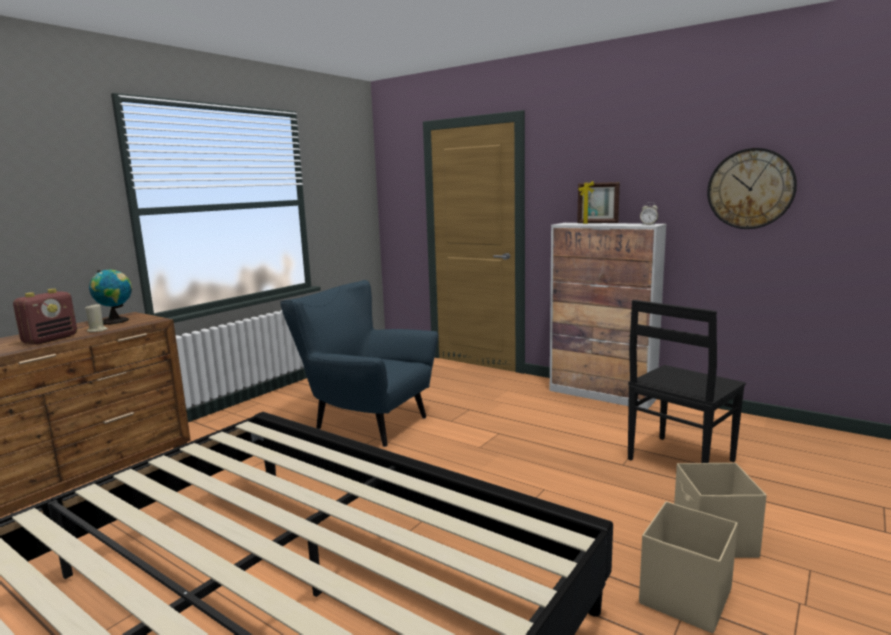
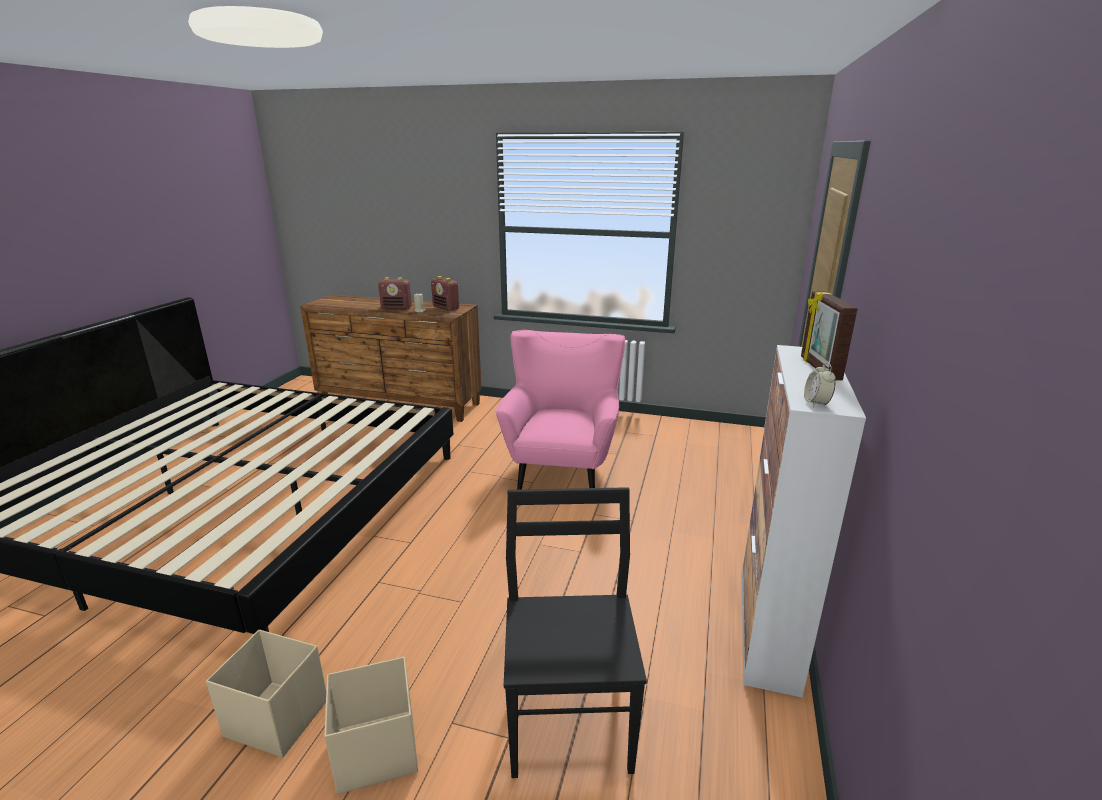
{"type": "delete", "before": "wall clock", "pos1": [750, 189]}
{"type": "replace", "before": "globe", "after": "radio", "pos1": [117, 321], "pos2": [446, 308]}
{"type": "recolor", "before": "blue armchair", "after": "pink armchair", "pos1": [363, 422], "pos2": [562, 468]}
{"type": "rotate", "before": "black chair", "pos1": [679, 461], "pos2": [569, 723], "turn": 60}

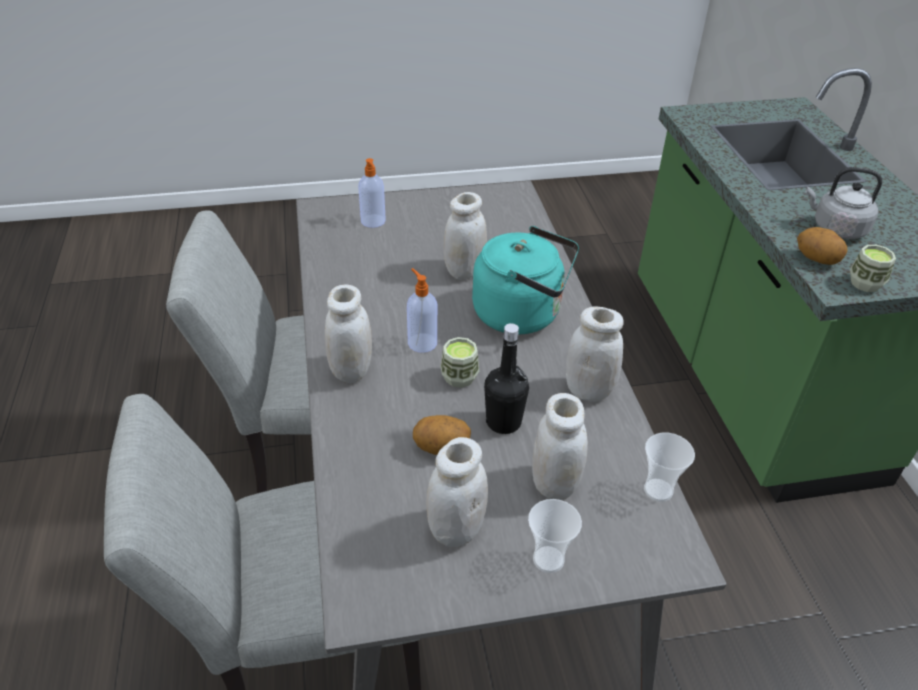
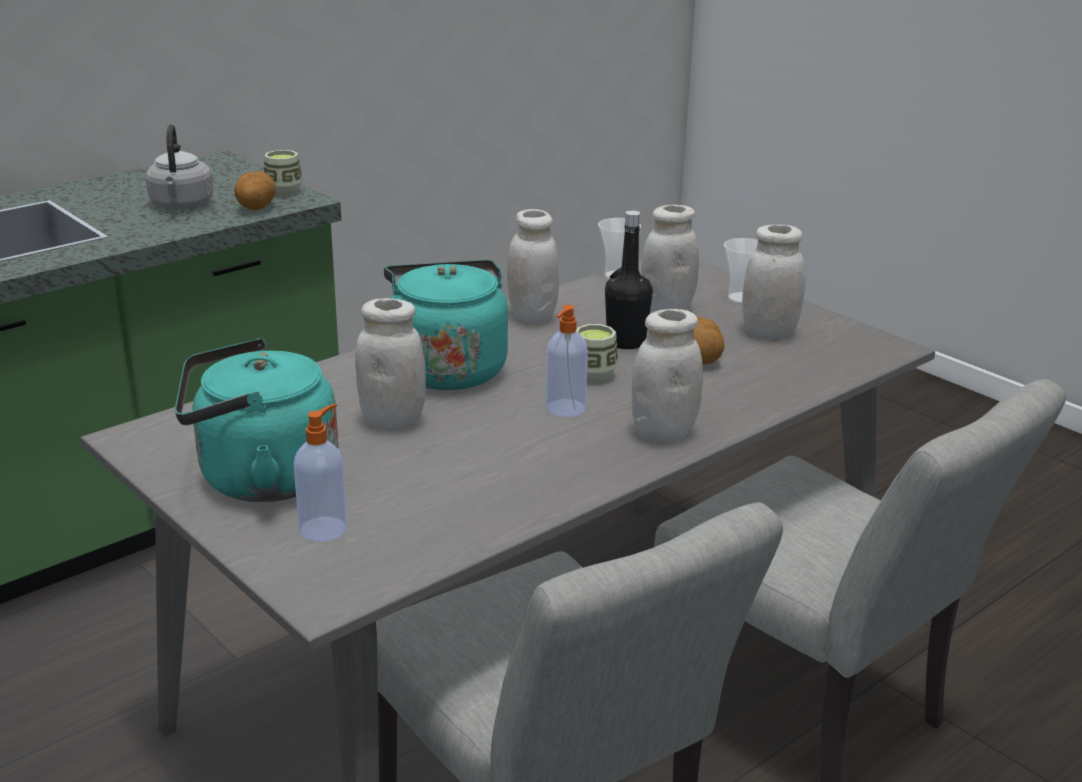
{"type": "insert", "after": "turquoise kettle", "pos2": [259, 479]}

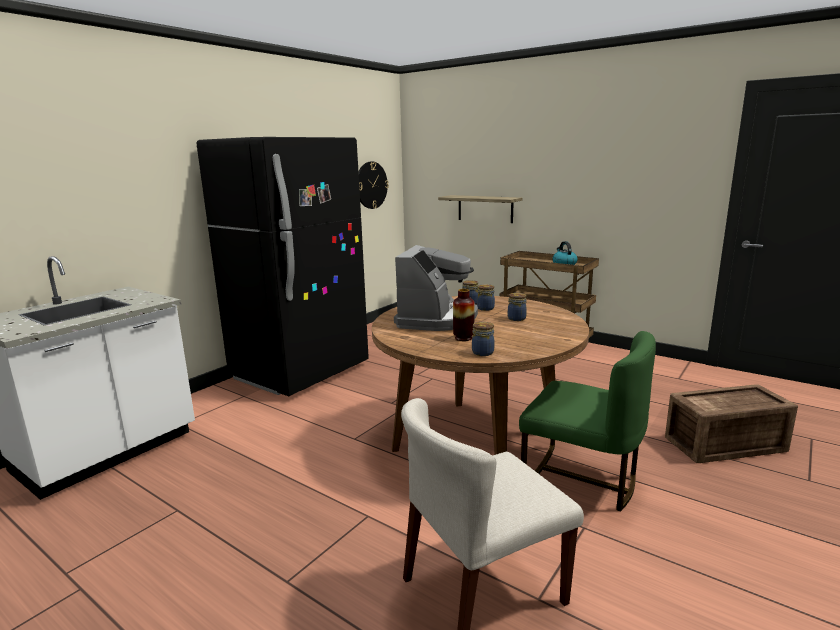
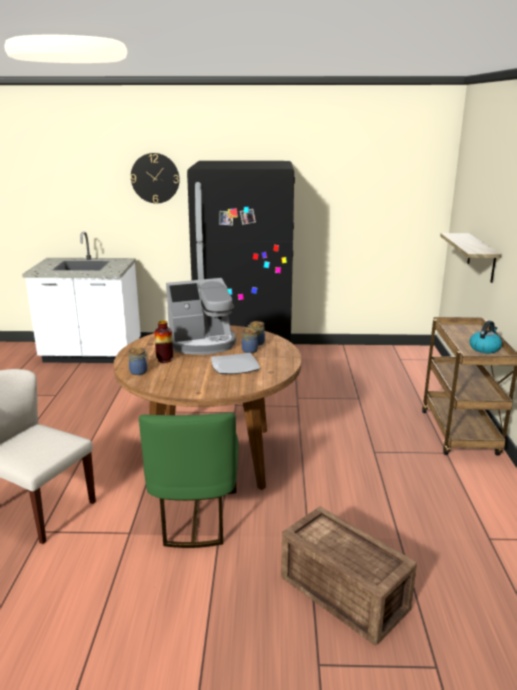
{"type": "move", "before": "wall clock", "pos1": [371, 185], "pos2": [155, 178]}
{"type": "replace", "before": "jar", "after": "plate", "pos1": [517, 318], "pos2": [235, 366]}

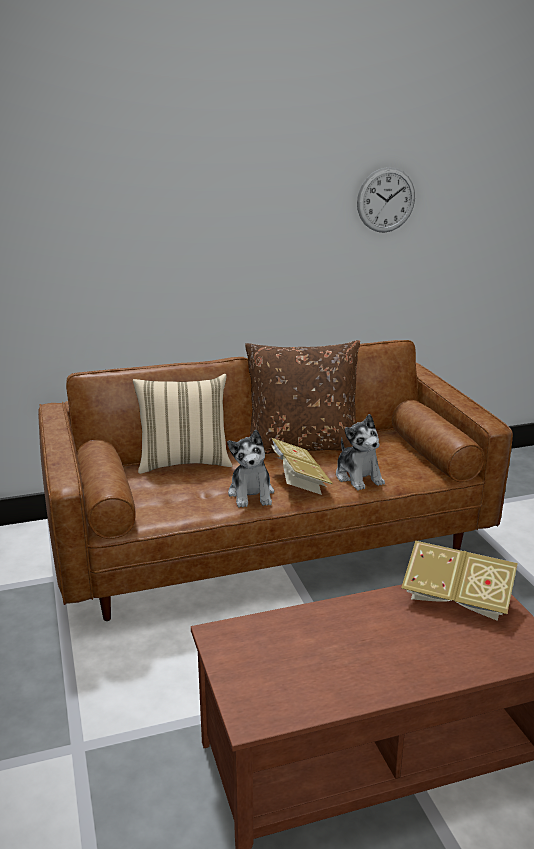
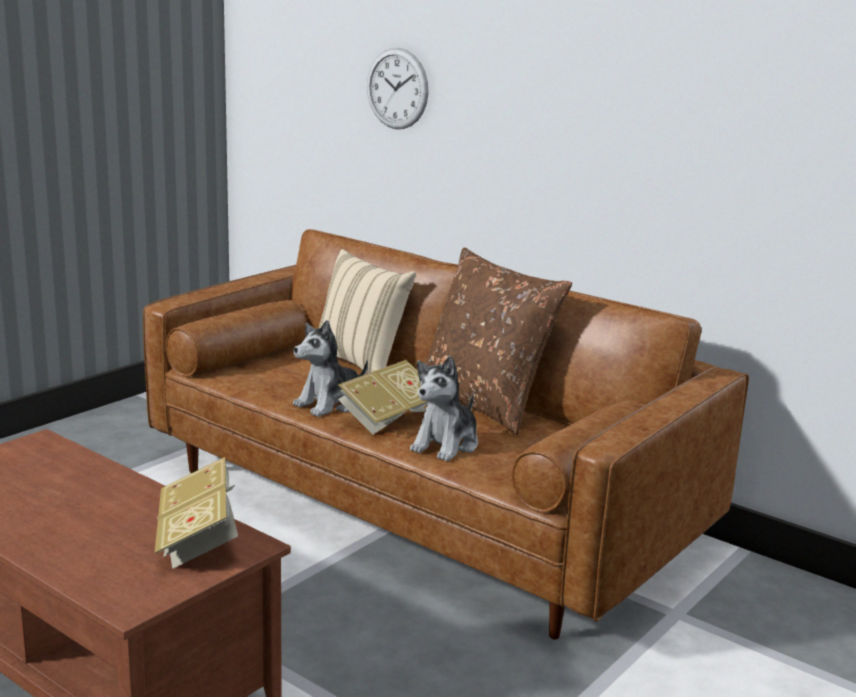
{"type": "move", "before": "wall clock", "pos1": [386, 200], "pos2": [397, 88]}

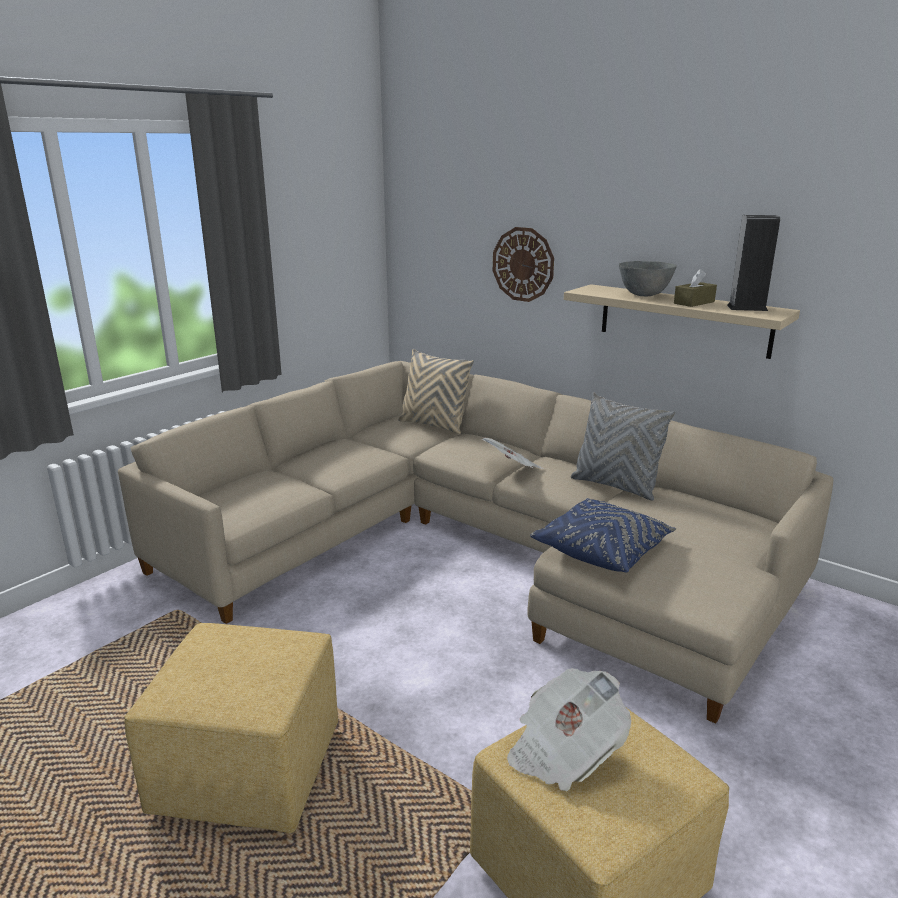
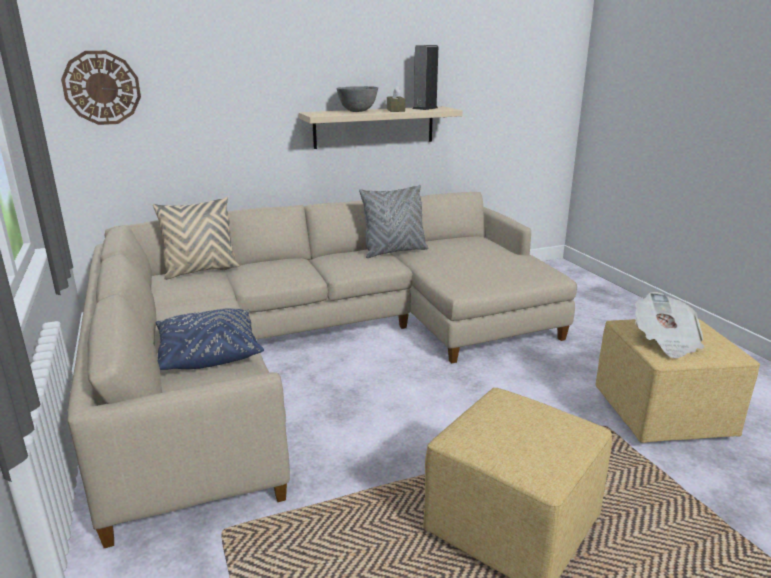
{"type": "move", "before": "wall clock", "pos1": [523, 264], "pos2": [102, 88]}
{"type": "delete", "before": "newspaper", "pos1": [512, 469]}
{"type": "move", "before": "blue pillow", "pos1": [602, 550], "pos2": [208, 353]}

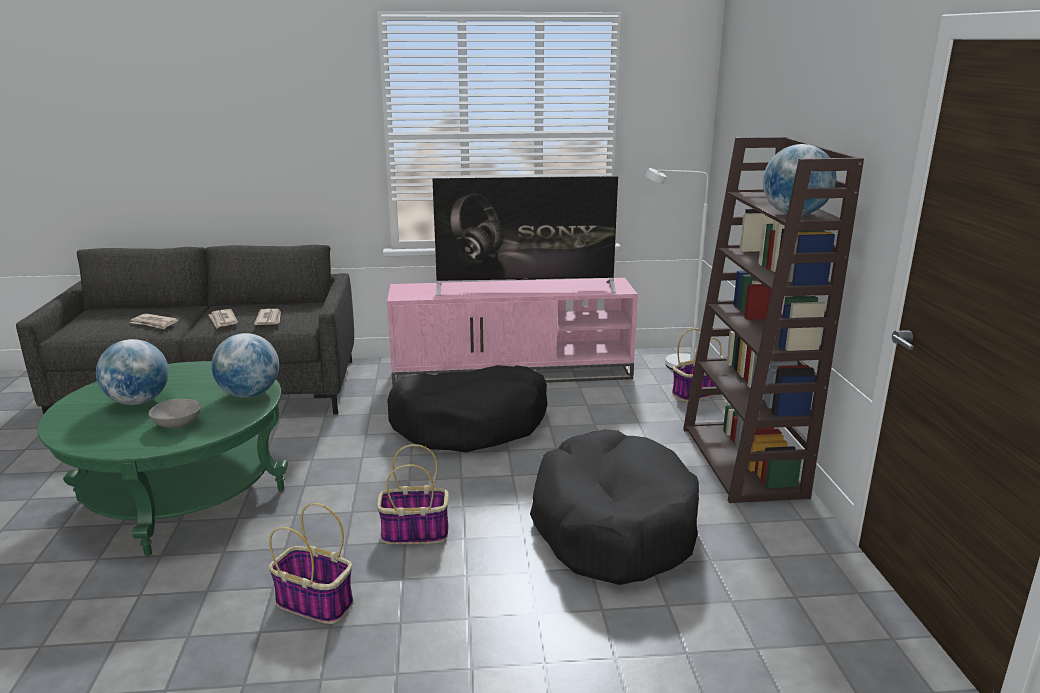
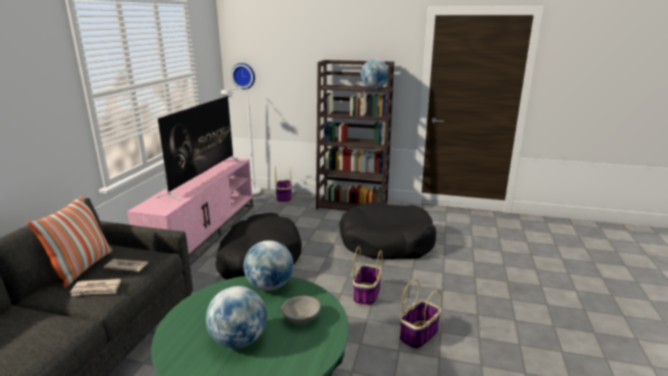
{"type": "delete", "before": "newspaper", "pos1": [154, 323]}
{"type": "insert", "after": "wall clock", "pos2": [244, 76]}
{"type": "insert", "after": "pillow", "pos2": [82, 268]}

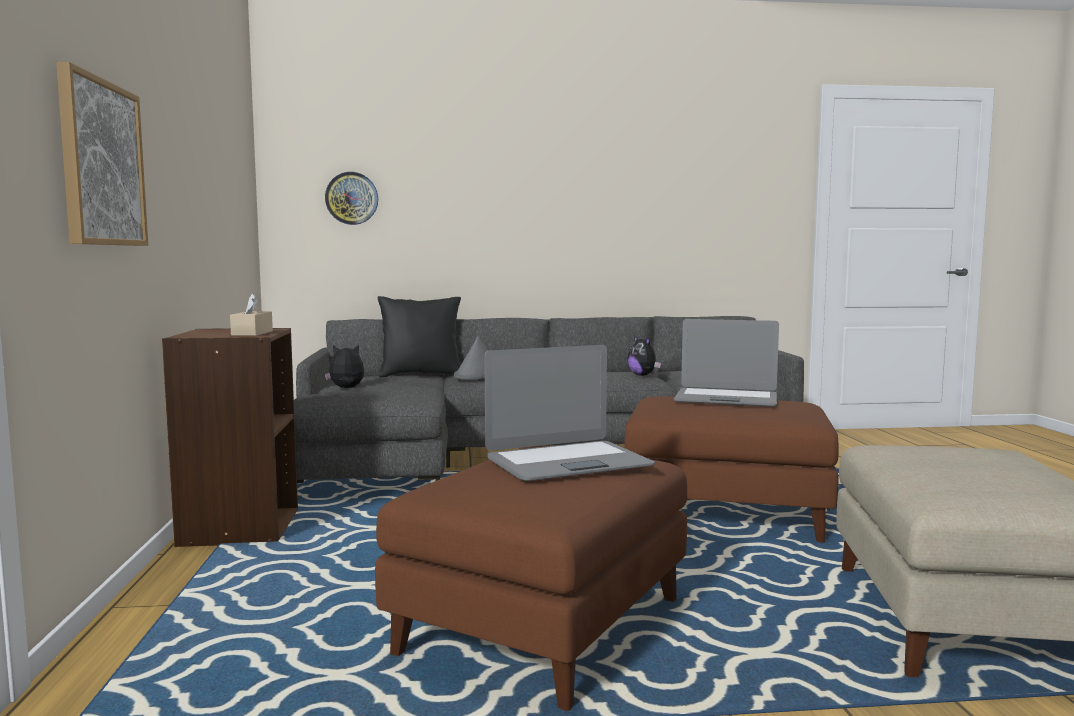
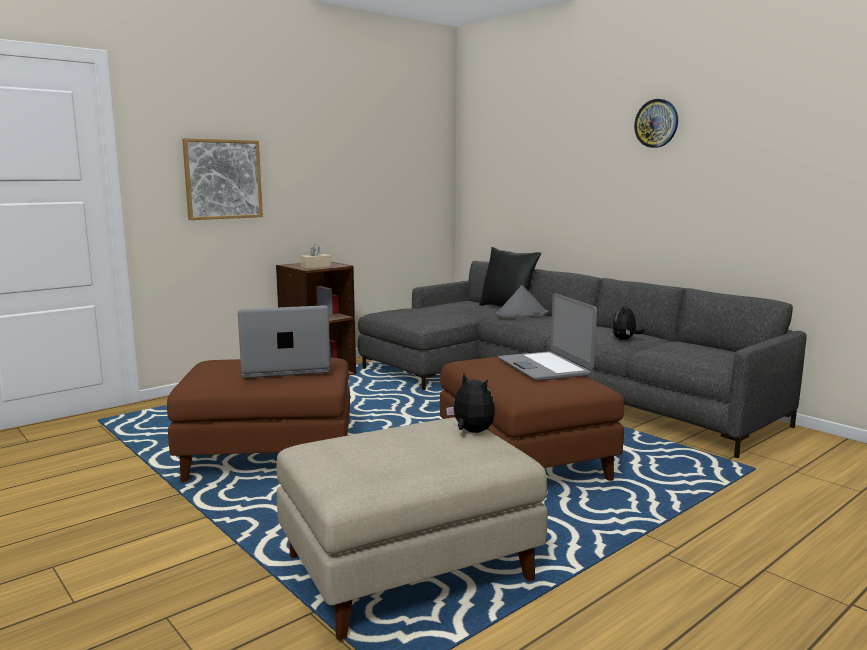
{"type": "move", "before": "wall clock", "pos1": [352, 198], "pos2": [656, 123]}
{"type": "move", "before": "plush toy", "pos1": [346, 388], "pos2": [471, 432]}
{"type": "rotate", "before": "laptop", "pos1": [567, 463], "pos2": [285, 368], "turn": 135}

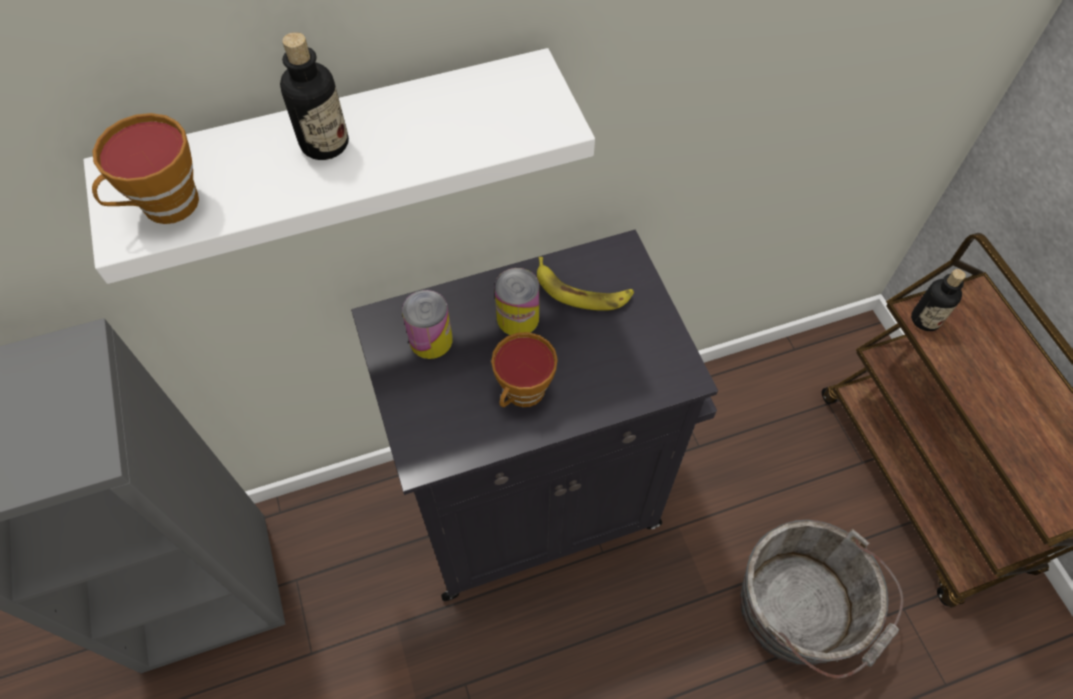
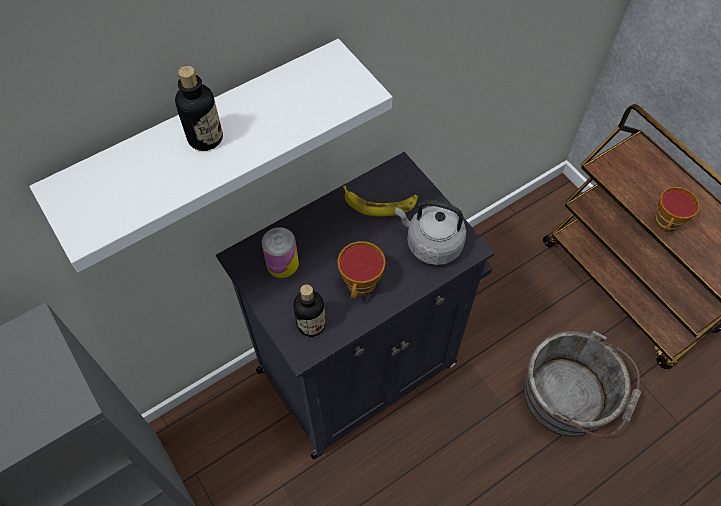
{"type": "move", "before": "cup", "pos1": [165, 207], "pos2": [665, 224]}
{"type": "delete", "before": "can", "pos1": [518, 318]}
{"type": "move", "before": "bottle", "pos1": [925, 319], "pos2": [311, 324]}
{"type": "insert", "after": "grey kettle", "pos2": [431, 244]}

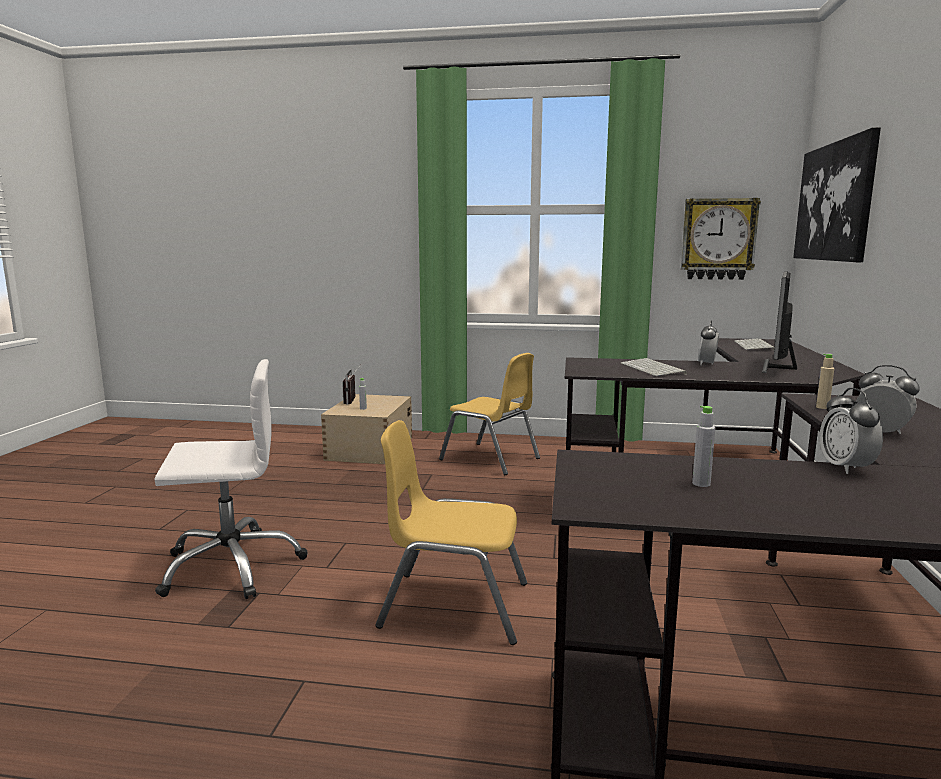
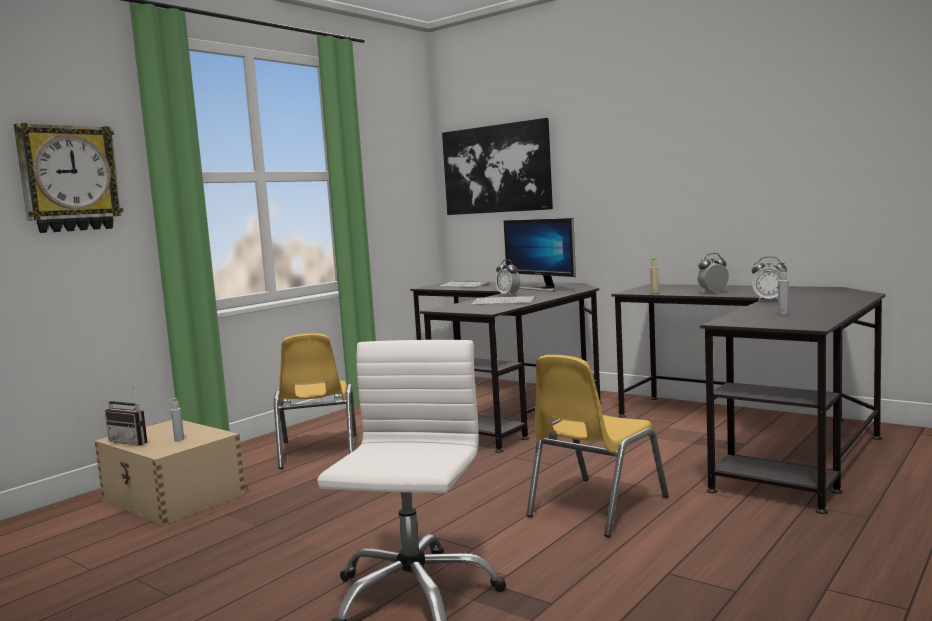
{"type": "move", "before": "wall clock", "pos1": [718, 239], "pos2": [69, 179]}
{"type": "rotate", "before": "yellow chair", "pos1": [490, 459], "pos2": [318, 451], "turn": 105}

